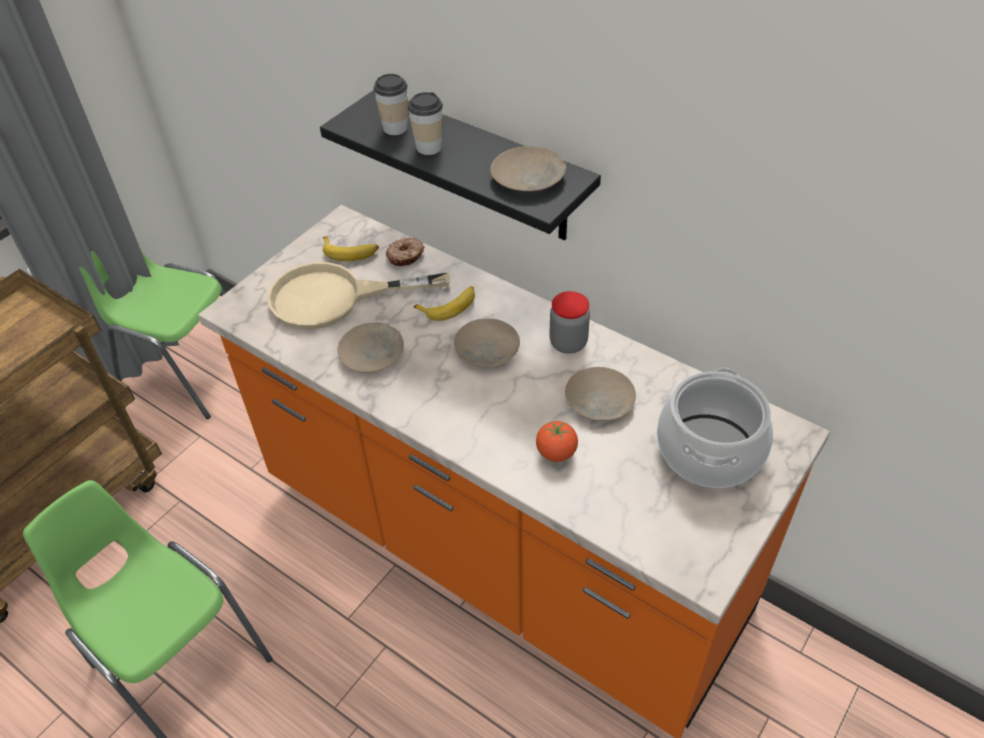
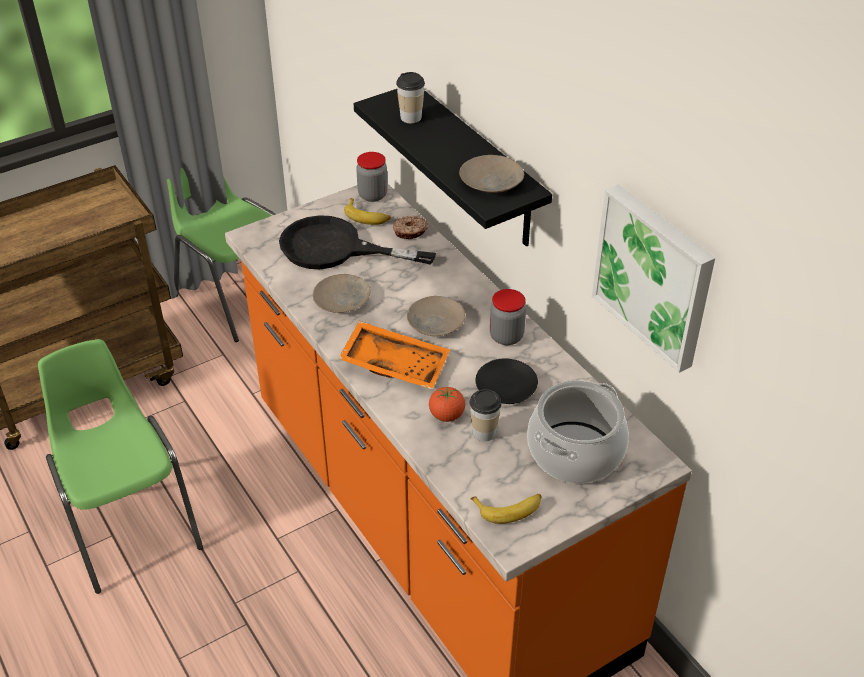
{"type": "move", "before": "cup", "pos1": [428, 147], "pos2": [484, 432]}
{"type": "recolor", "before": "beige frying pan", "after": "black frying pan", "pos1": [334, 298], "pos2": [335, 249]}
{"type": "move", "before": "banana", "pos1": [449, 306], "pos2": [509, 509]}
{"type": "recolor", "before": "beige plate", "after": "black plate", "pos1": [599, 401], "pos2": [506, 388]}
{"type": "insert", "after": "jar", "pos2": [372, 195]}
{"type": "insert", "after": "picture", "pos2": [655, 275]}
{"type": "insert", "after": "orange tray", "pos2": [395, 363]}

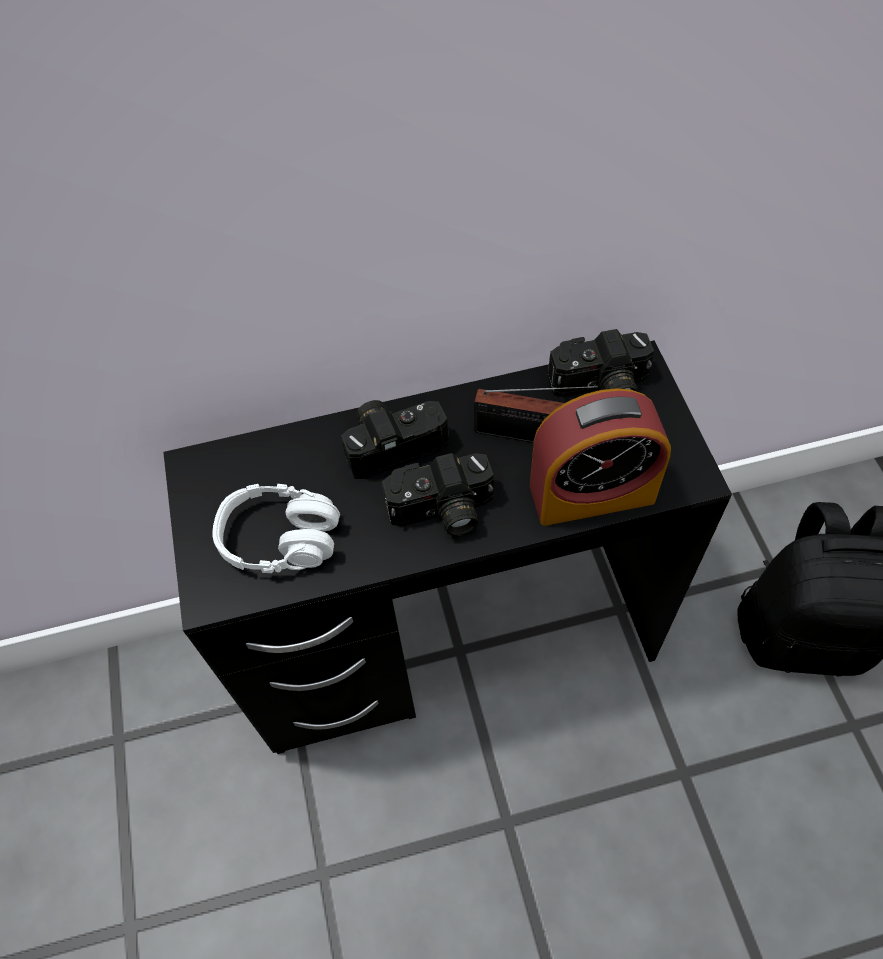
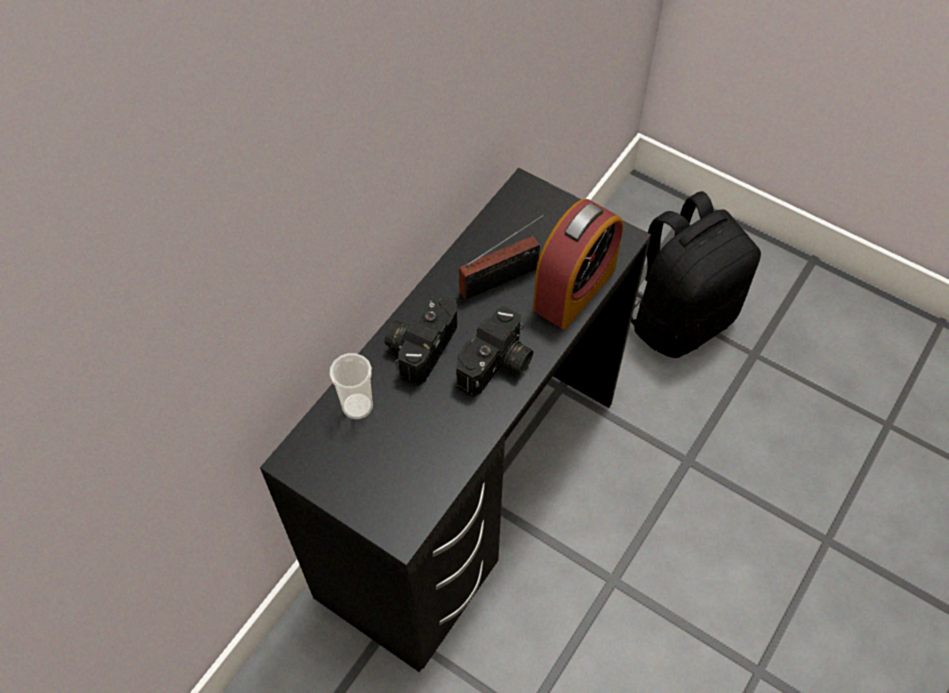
{"type": "delete", "before": "photo camera", "pos1": [600, 387]}
{"type": "delete", "before": "white headphones", "pos1": [280, 539]}
{"type": "insert", "after": "cup", "pos2": [357, 406]}

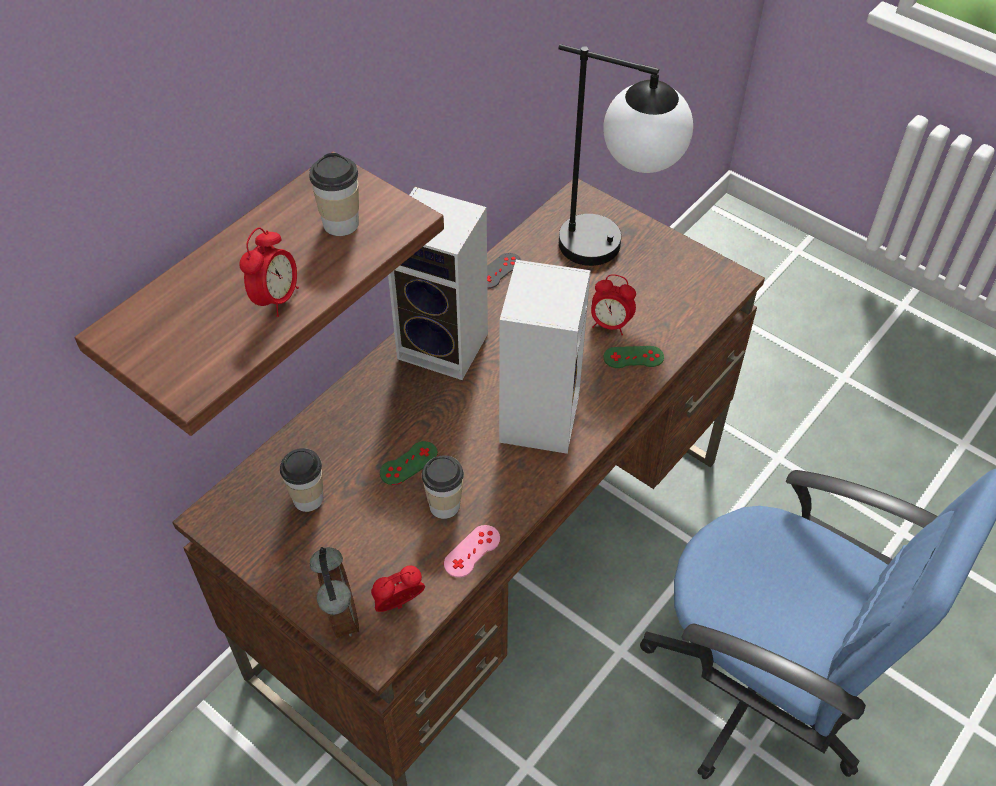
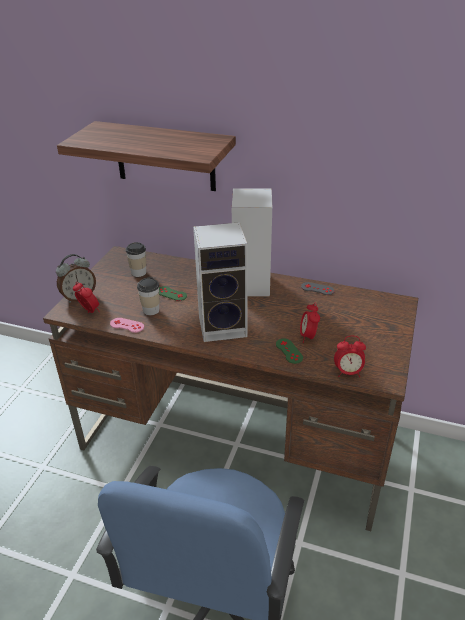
{"type": "delete", "before": "table lamp", "pos1": [614, 250]}
{"type": "delete", "before": "cup", "pos1": [341, 224]}
{"type": "move", "before": "alarm clock", "pos1": [276, 299], "pos2": [348, 372]}

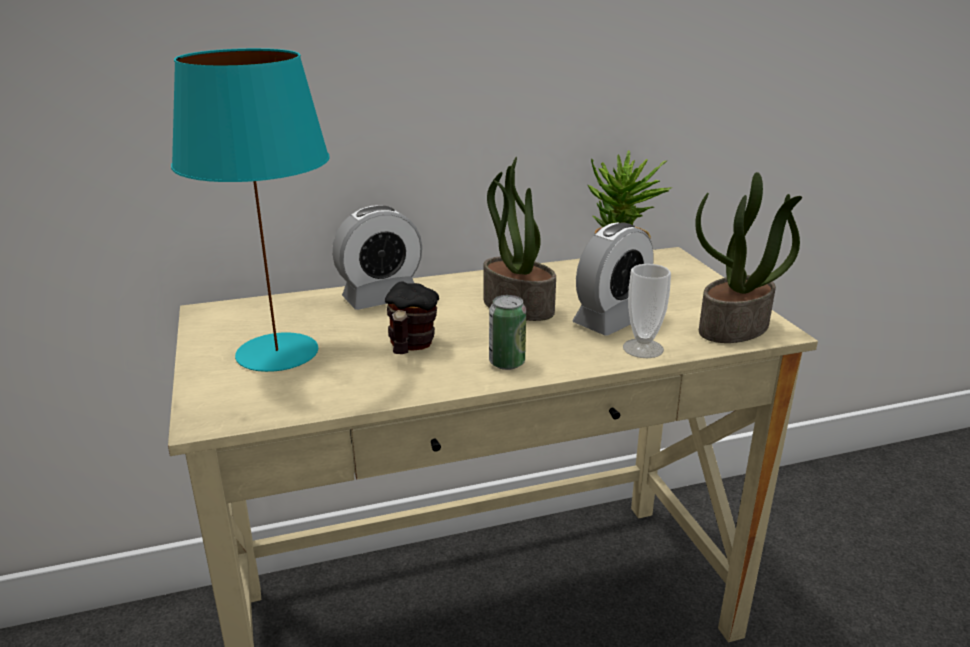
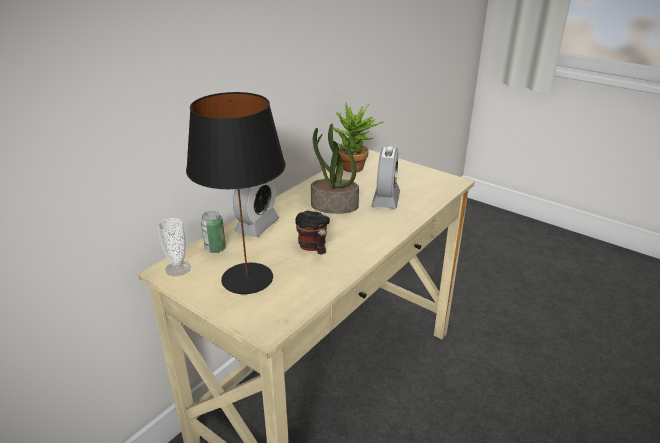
{"type": "recolor", "before": "turquoise table lamp", "after": "black table lamp", "pos1": [276, 351], "pos2": [246, 278]}
{"type": "delete", "before": "potted plant", "pos1": [734, 328]}
{"type": "move", "before": "cup", "pos1": [643, 348], "pos2": [178, 268]}
{"type": "move", "before": "can", "pos1": [507, 363], "pos2": [215, 248]}

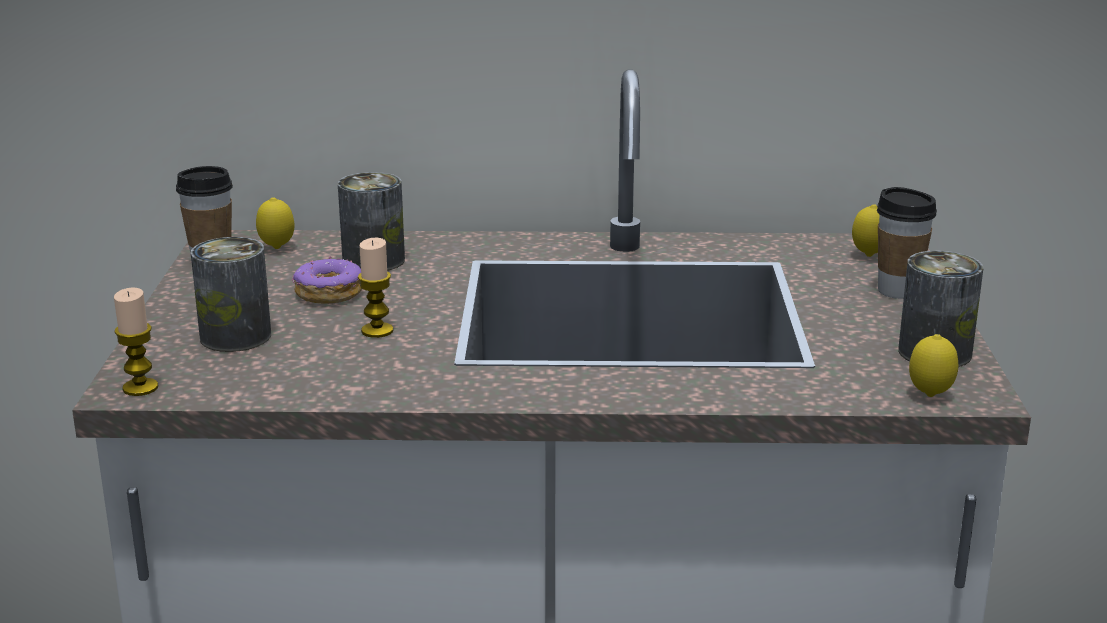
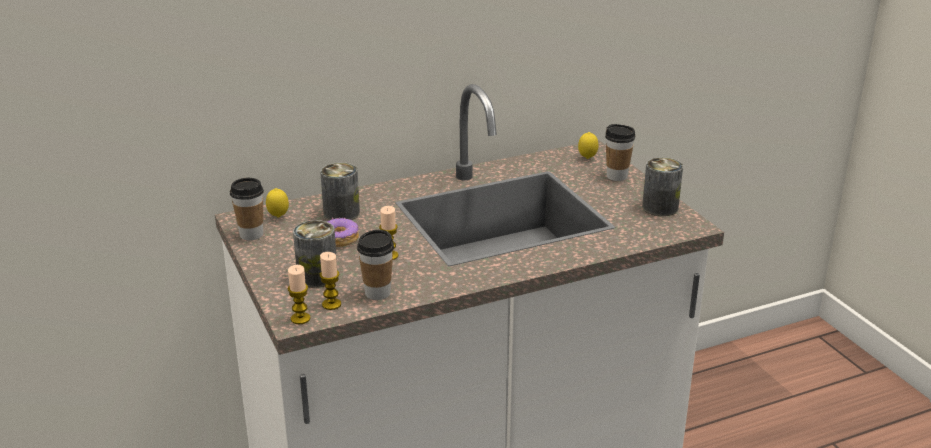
{"type": "delete", "before": "lemon", "pos1": [930, 396]}
{"type": "insert", "after": "cup", "pos2": [377, 293]}
{"type": "insert", "after": "candle", "pos2": [331, 304]}

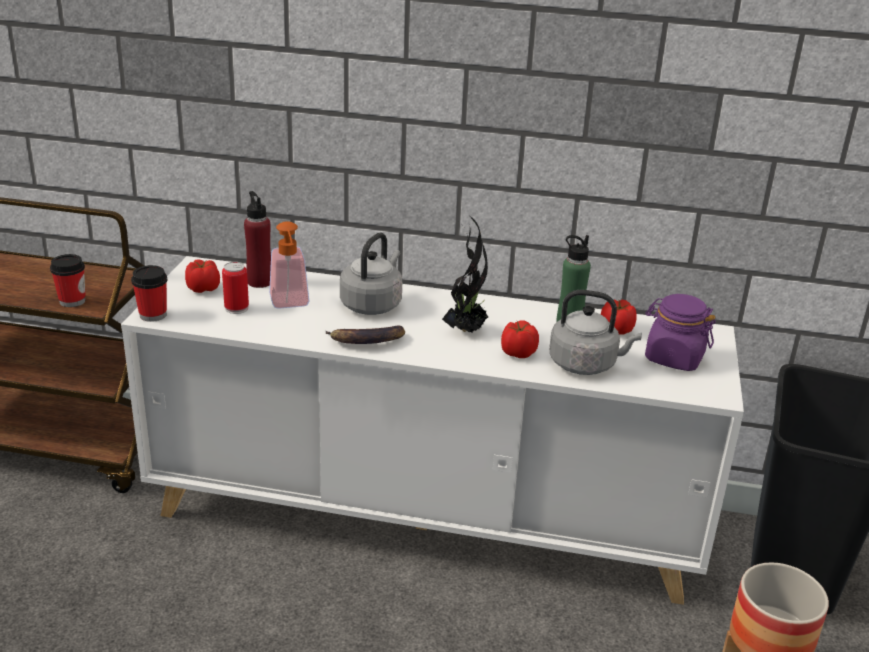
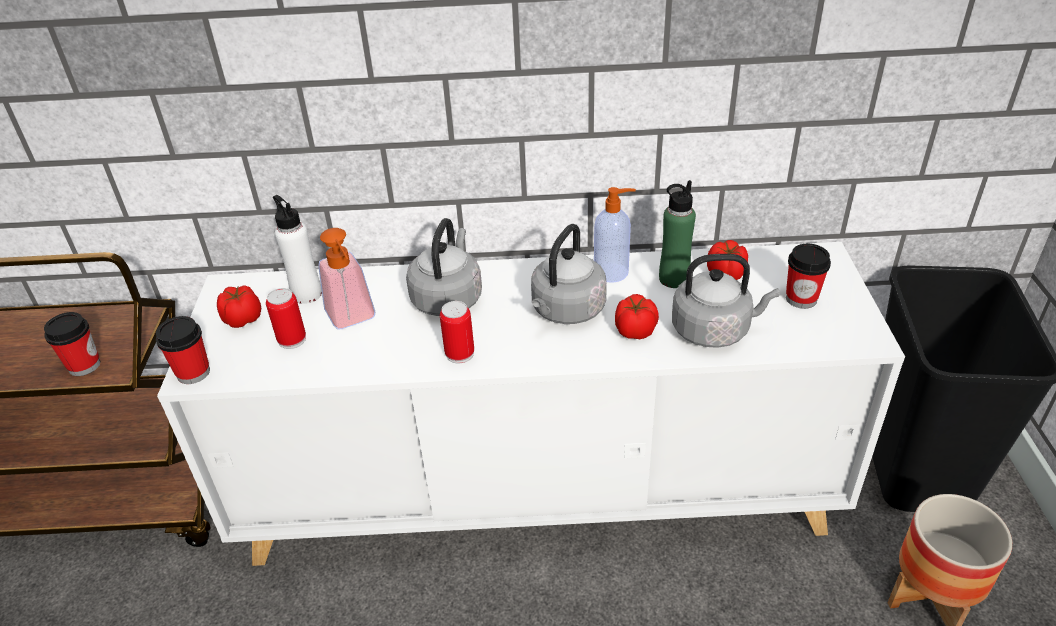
{"type": "recolor", "before": "red bottle", "after": "white bottle", "pos1": [260, 282], "pos2": [307, 294]}
{"type": "replace", "before": "potted plant", "after": "grey kettle", "pos1": [466, 330], "pos2": [566, 311]}
{"type": "replace", "before": "purple jar", "after": "cup", "pos1": [673, 358], "pos2": [801, 299]}
{"type": "replace", "before": "banana", "after": "can", "pos1": [366, 341], "pos2": [459, 354]}
{"type": "insert", "after": "soap dispenser", "pos2": [612, 272]}

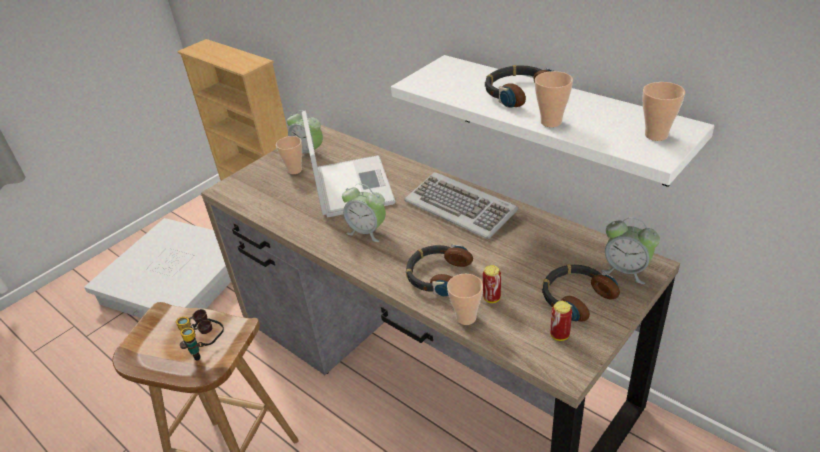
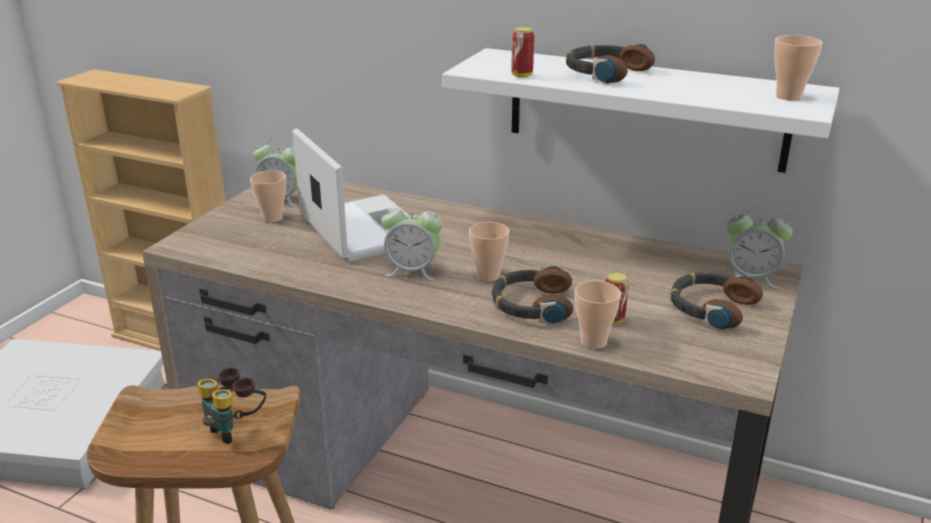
{"type": "move", "before": "cup", "pos1": [551, 122], "pos2": [488, 276]}
{"type": "delete", "before": "keyboard", "pos1": [461, 208]}
{"type": "move", "before": "can", "pos1": [559, 335], "pos2": [522, 75]}

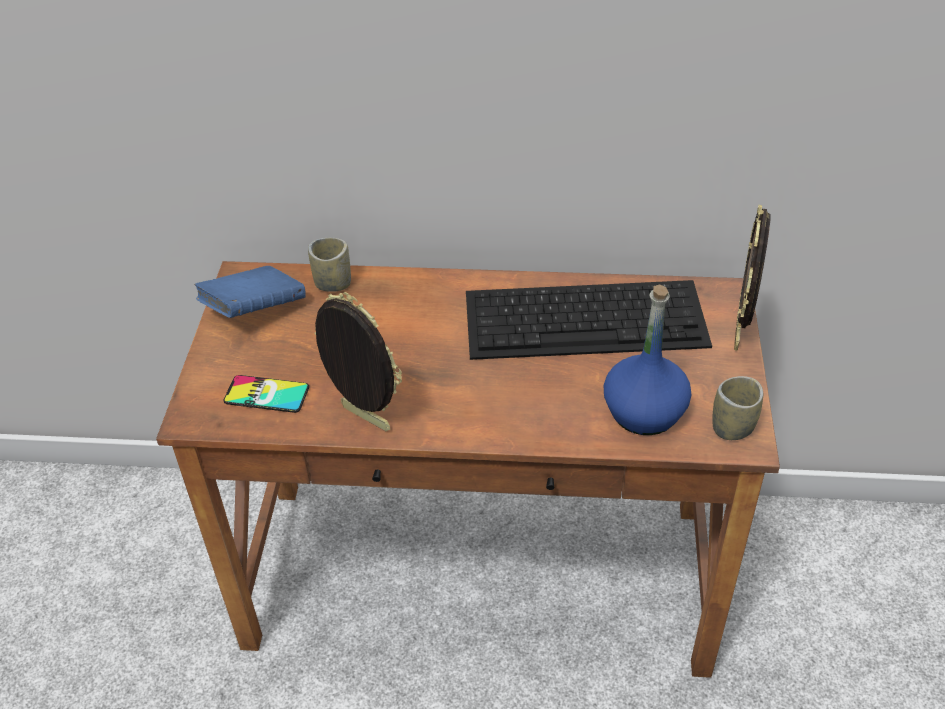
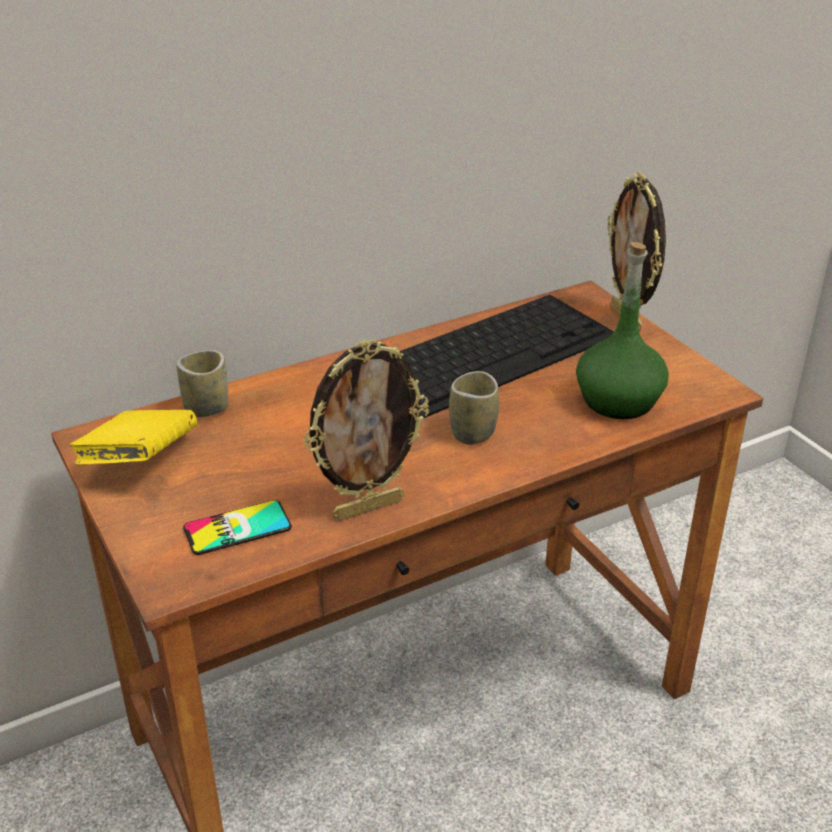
{"type": "recolor", "before": "blue book", "after": "yellow book", "pos1": [254, 310], "pos2": [140, 461]}
{"type": "recolor", "before": "blue bottle", "after": "green bottle", "pos1": [644, 412], "pos2": [618, 400]}
{"type": "rotate", "before": "picture frame", "pos1": [363, 419], "pos2": [368, 507], "turn": 150}
{"type": "move", "before": "cup", "pos1": [732, 427], "pos2": [472, 433]}

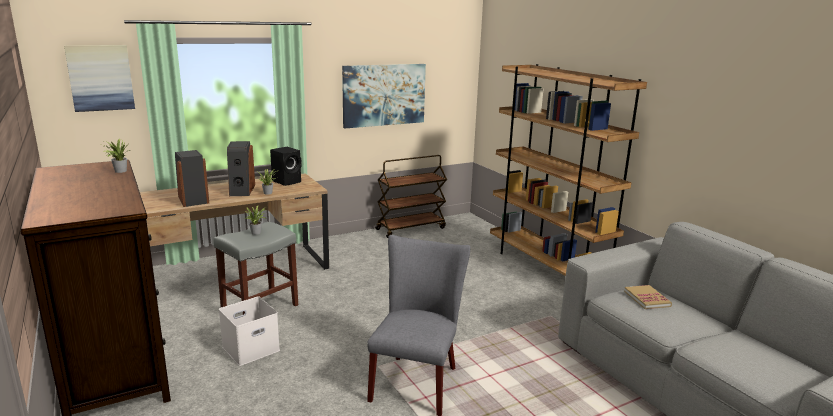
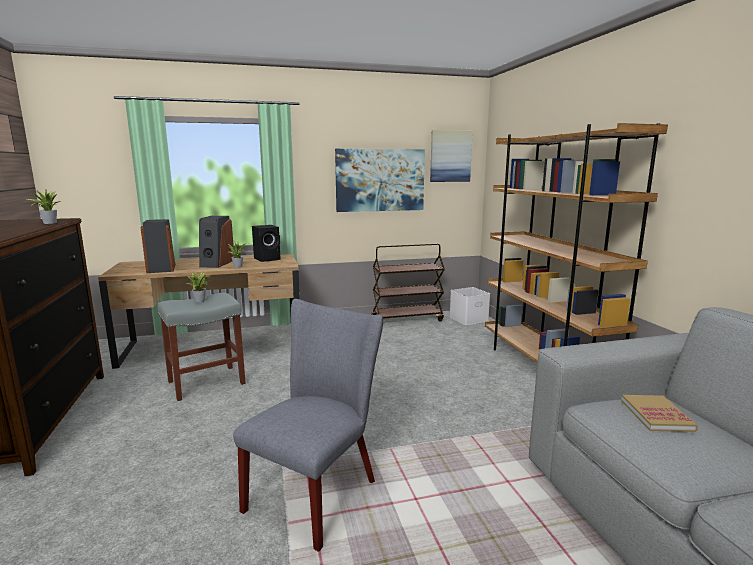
{"type": "move", "before": "picture", "pos1": [100, 78], "pos2": [450, 156]}
{"type": "move", "before": "white storage box", "pos1": [251, 347], "pos2": [468, 318]}

